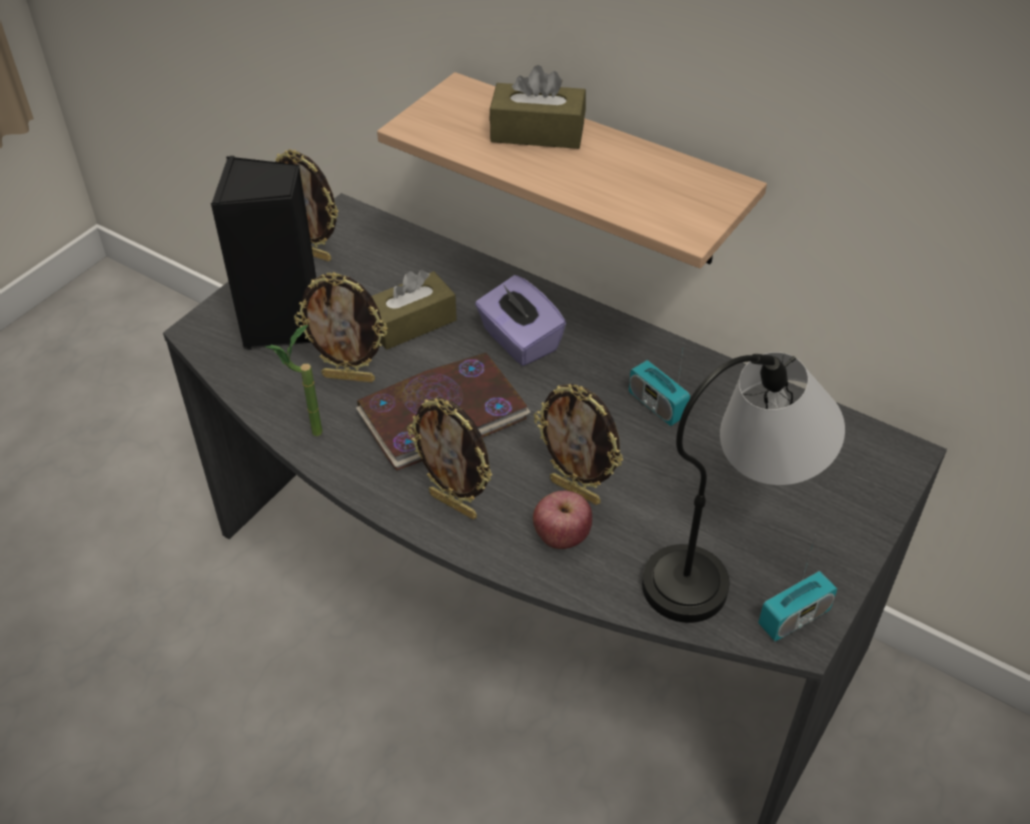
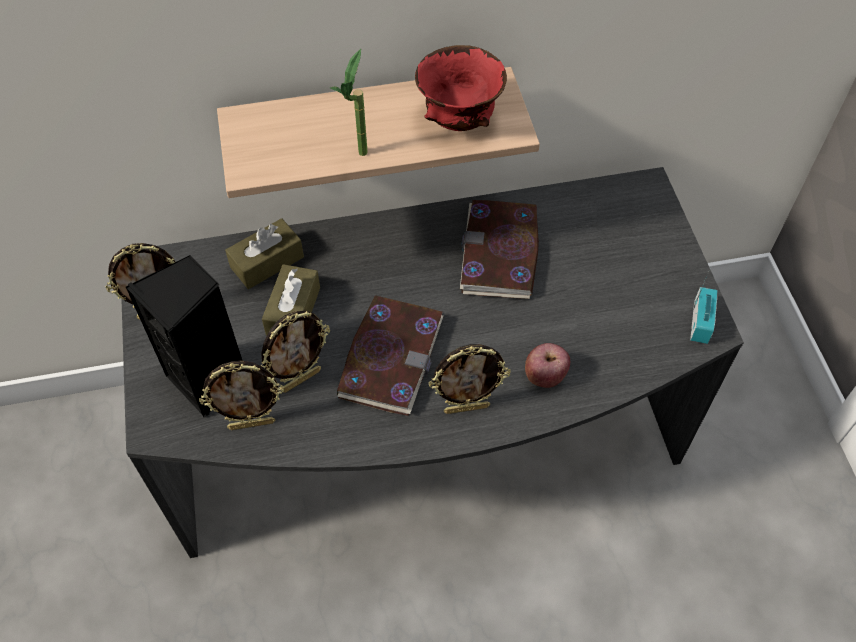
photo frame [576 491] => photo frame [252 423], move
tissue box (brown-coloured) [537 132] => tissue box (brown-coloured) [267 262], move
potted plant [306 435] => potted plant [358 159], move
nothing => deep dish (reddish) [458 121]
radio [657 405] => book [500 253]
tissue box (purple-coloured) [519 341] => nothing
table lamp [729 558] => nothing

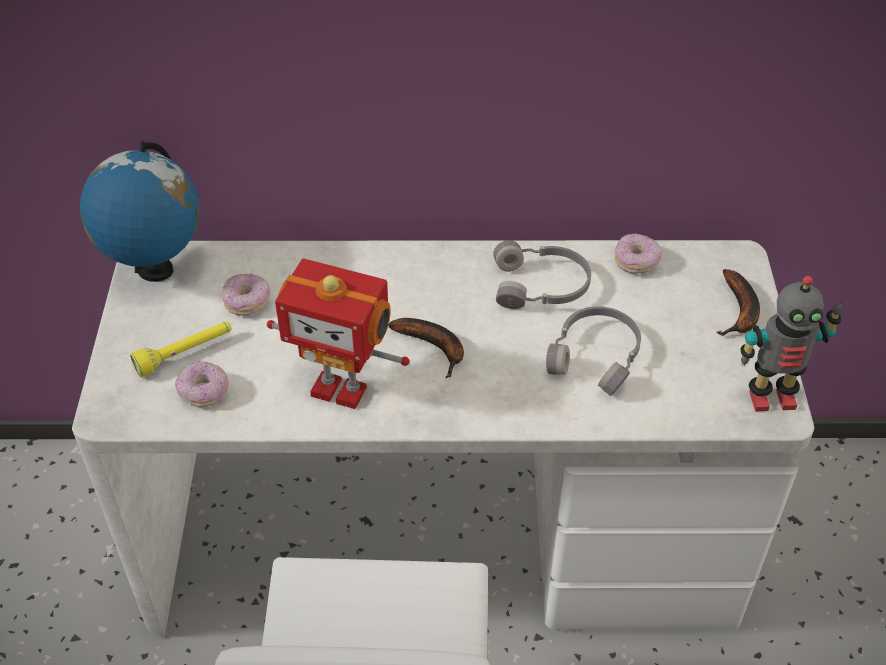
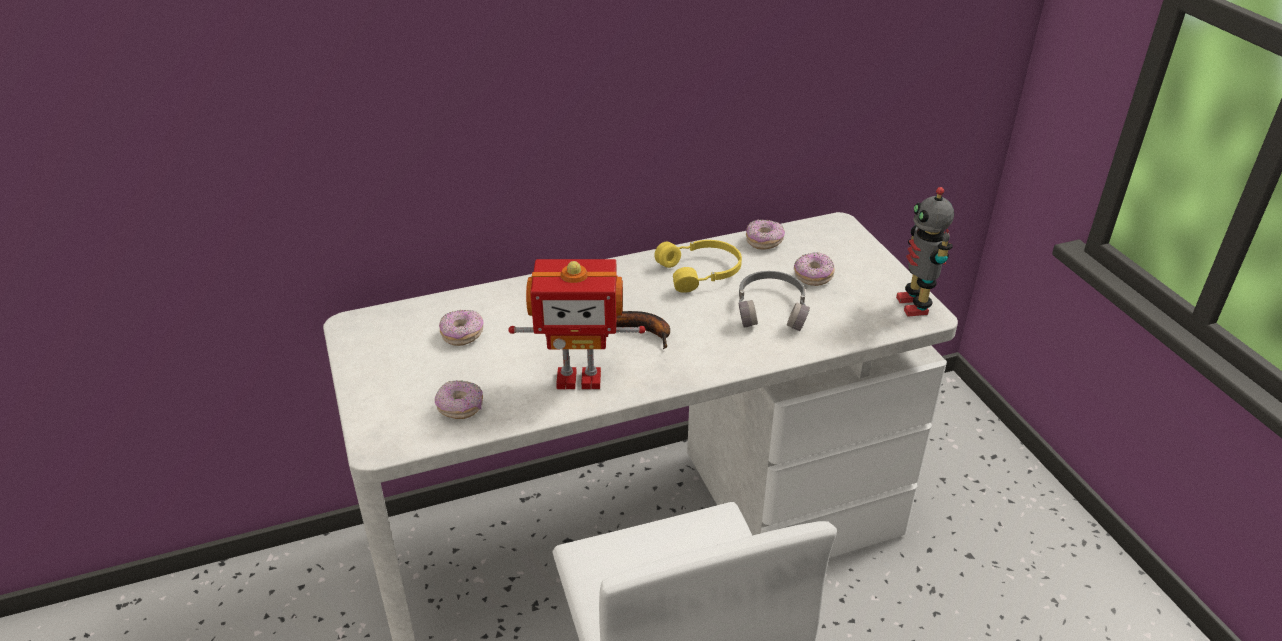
headphones (greyish) [541 286] => headphones (yellow) [701 272]
nothing => doughnut [813 277]
robot figure [771 397] => robot figure [915 305], 105 degrees clockwise
world globe [155 270] => nothing
torch (yellow) [185 354] => nothing
banana fruit [740 312] => nothing

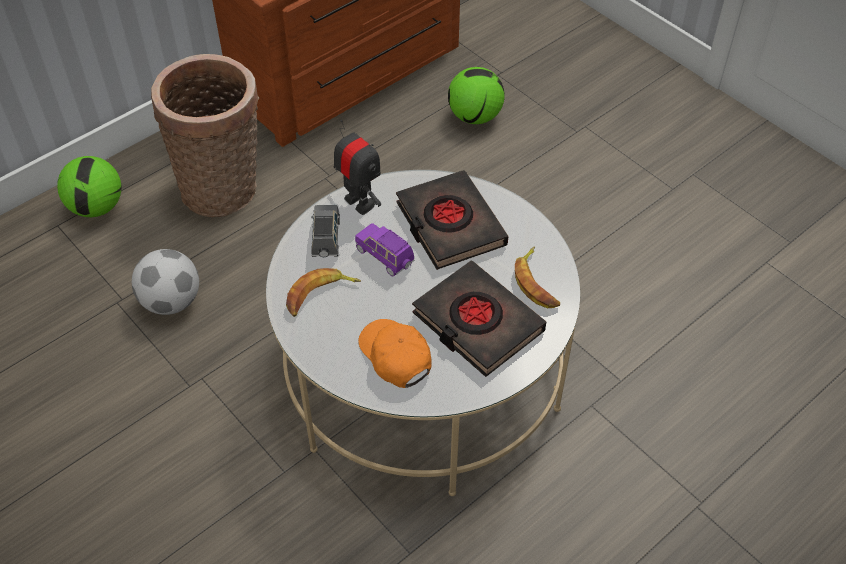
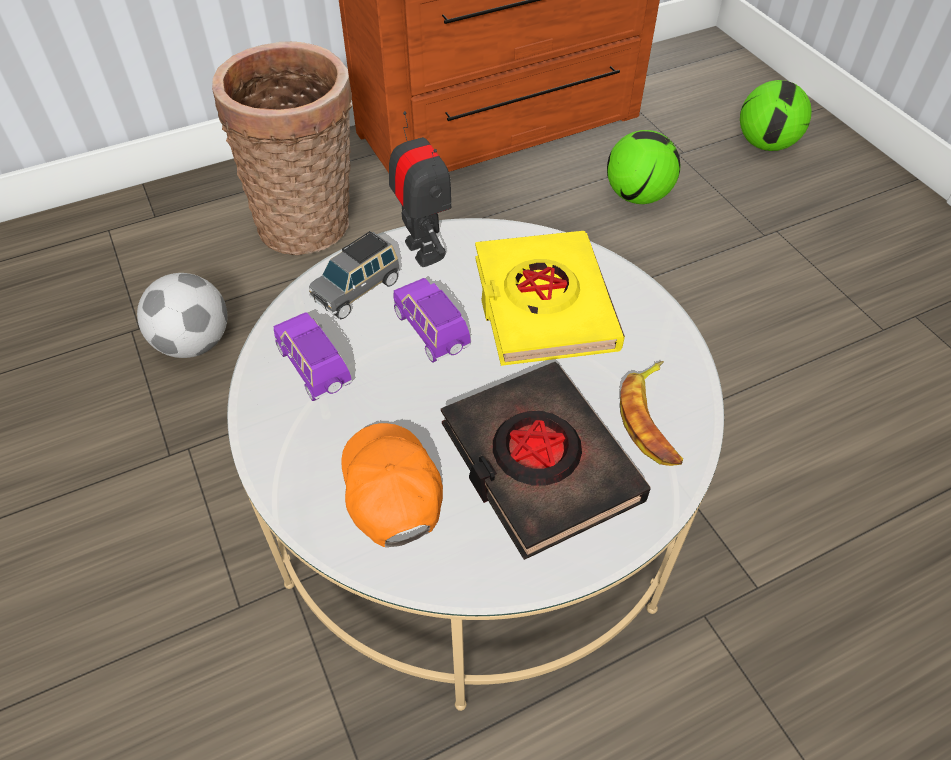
banana fruit [319 295] => miniature car (purple-coloured) [315 368]
miniature car (greyish) [326 239] => miniature car (greyish) [358 290], 150 degrees counterclockwise
book (black) [450 225] => book (yellow) [543 305]
football [96 207] => football [765 144], move

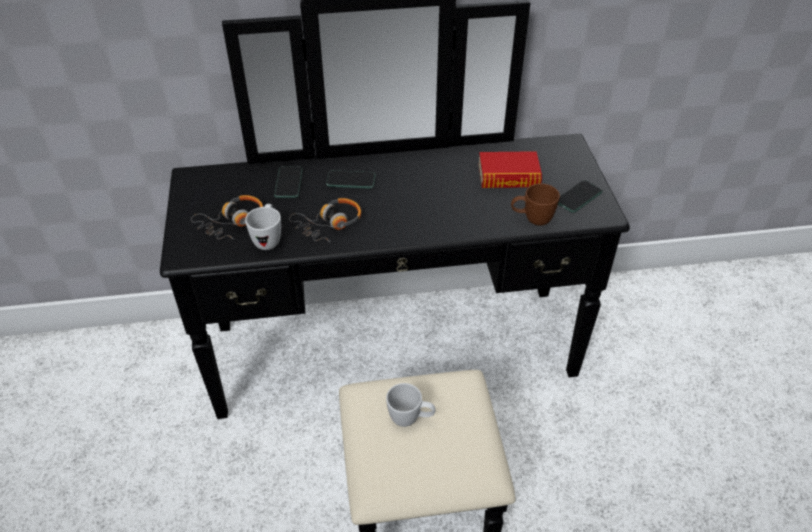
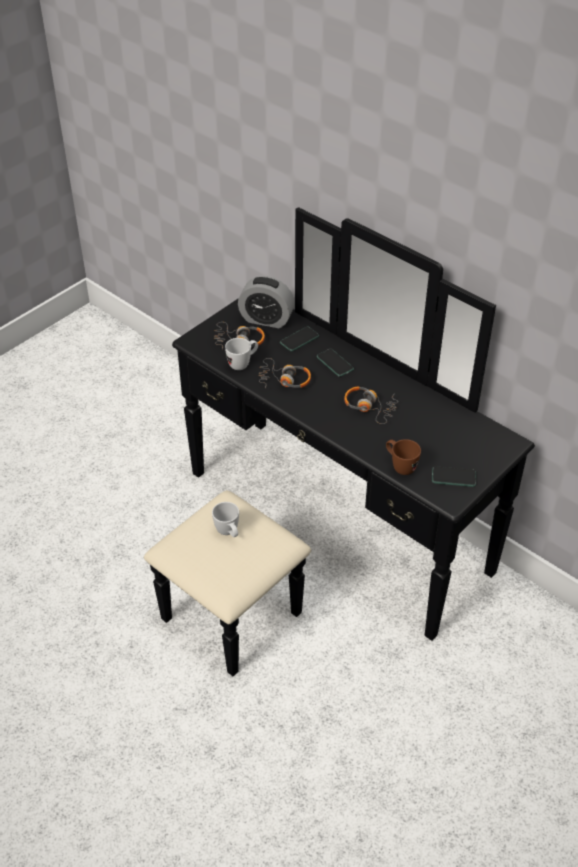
nothing => alarm clock [266 319]
nothing => headphones [369 408]
book [508 176] => nothing

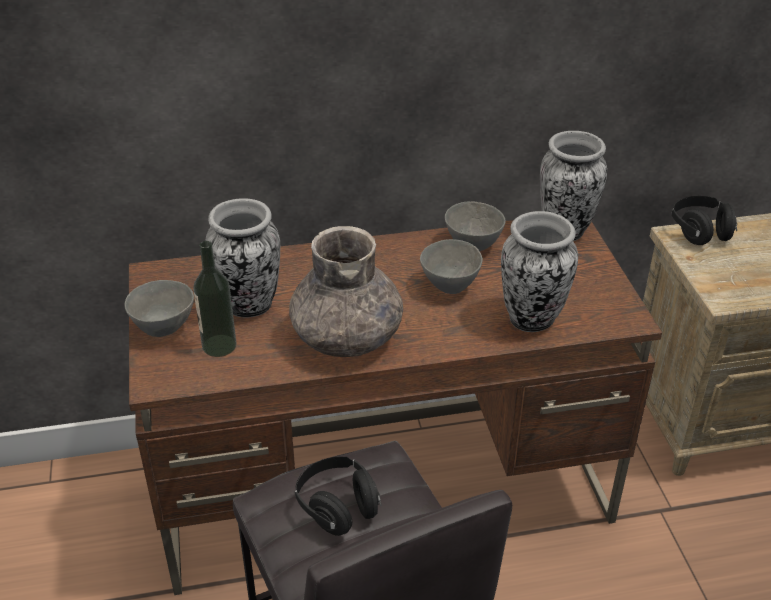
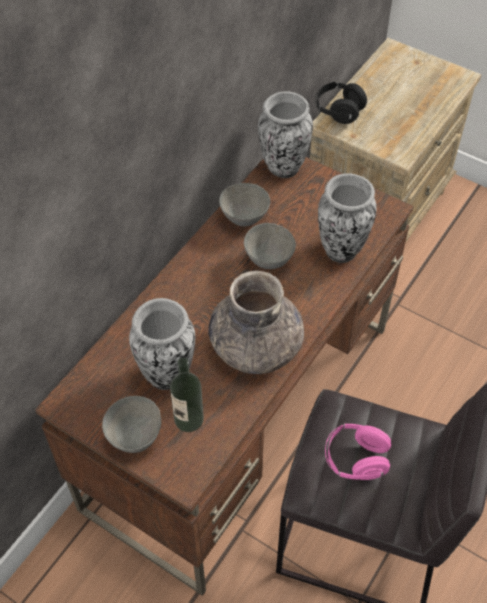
headphones (black) [337 507] => headphones (pink) [355 460]

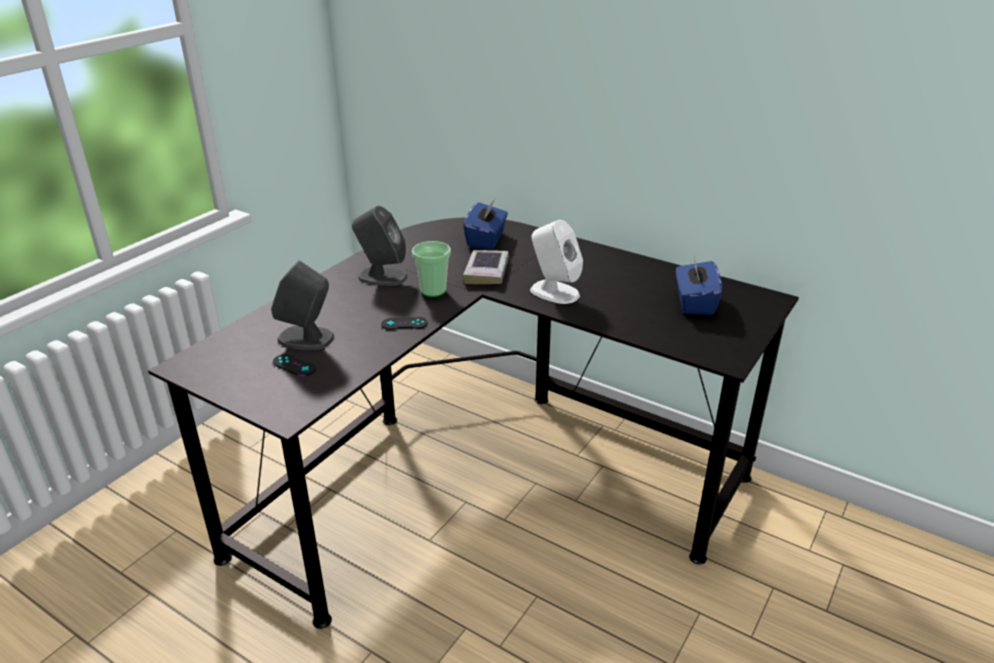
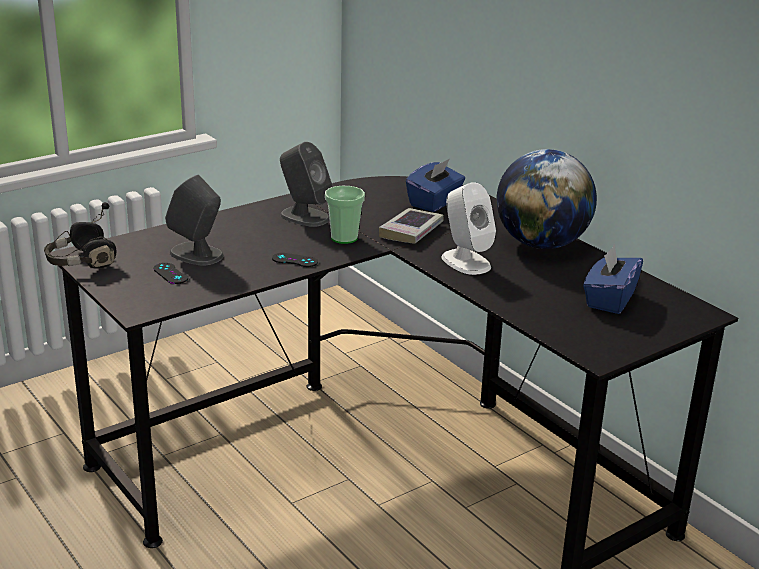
nothing => headphones (black) [81 262]
nothing => world globe [541 244]

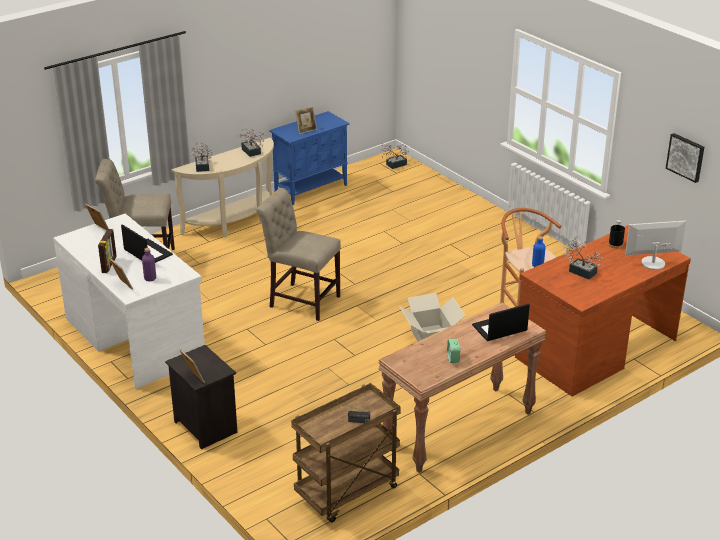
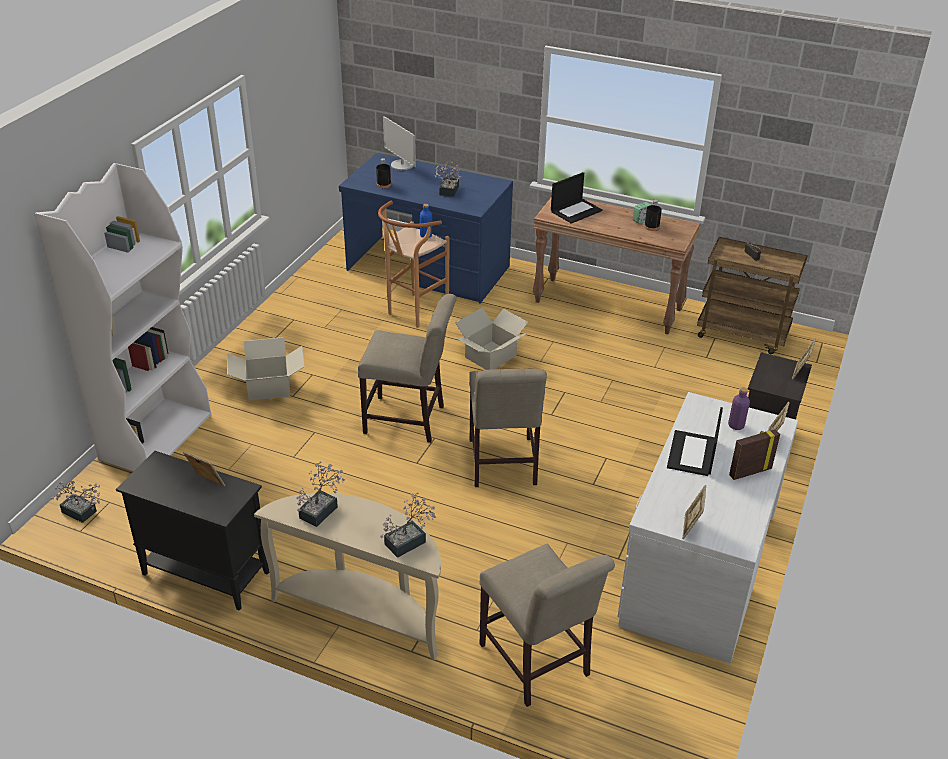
nothing => bookshelf (white) [156 436]
cabinet (blue-coloured) [311 188] => cabinet (black) [204 573]
nothing => cardboard box [268 387]
desk (brown-coloured) [595 348] => desk (blue-coloured) [428 269]
nothing => plain chair (sand-coloured) [409 420]
notebook computer [499 328] => notebook computer [576 211], 75 degrees counterclockwise
nothing => drink bottle (black) [651 227]
wall picture [686 157] => nothing

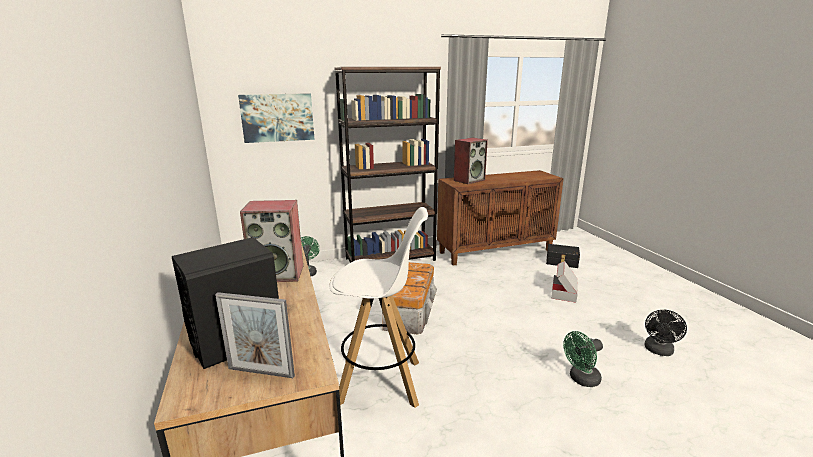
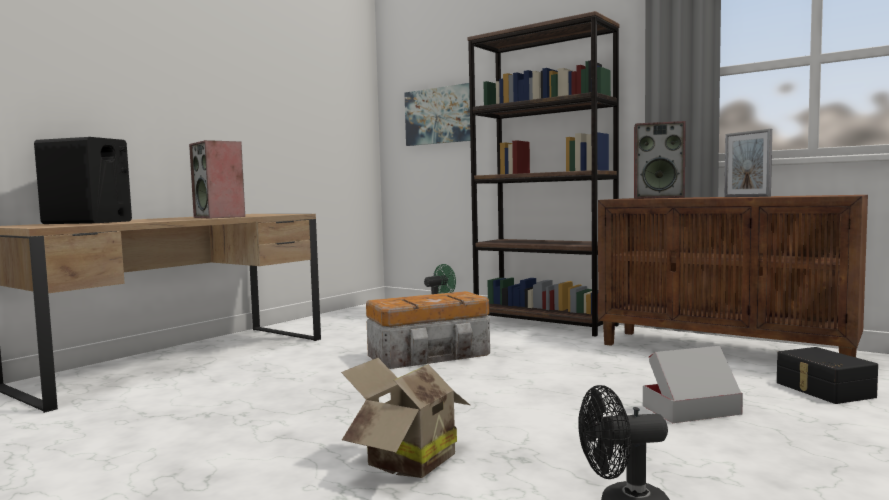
cooling fan (greenish) [581 379] => cardboard box [404 462]
photo frame [261 372] => photo frame [746 196], move
stool seat (white) [381 382] => nothing

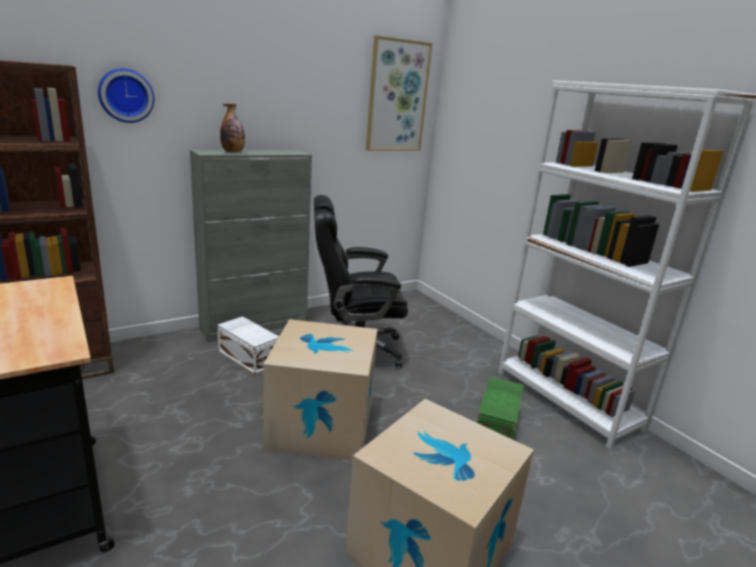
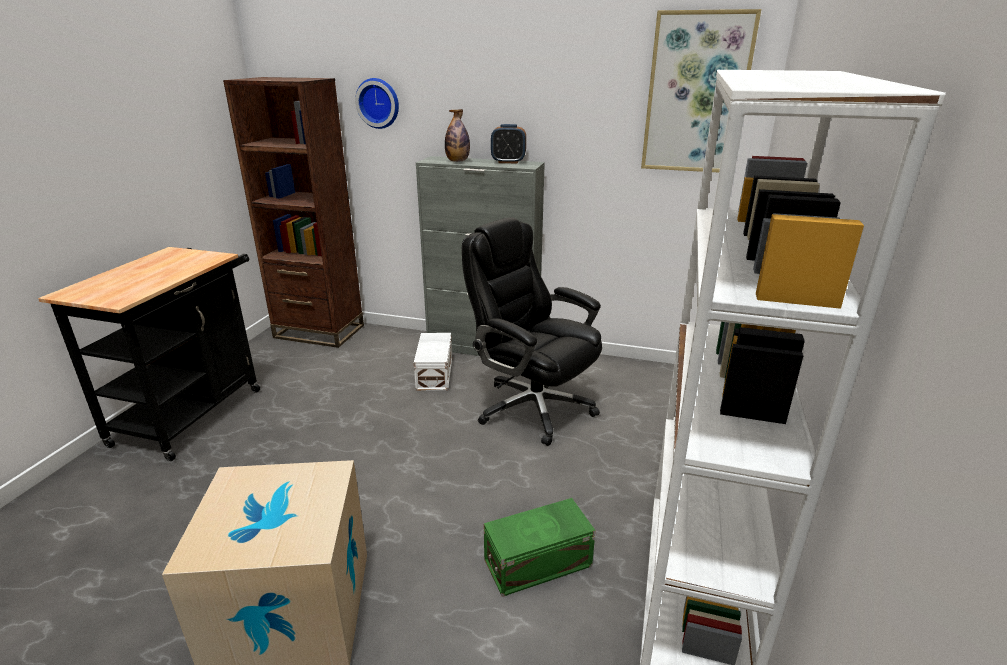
nothing => alarm clock [508 162]
cardboard box [321 425] => nothing

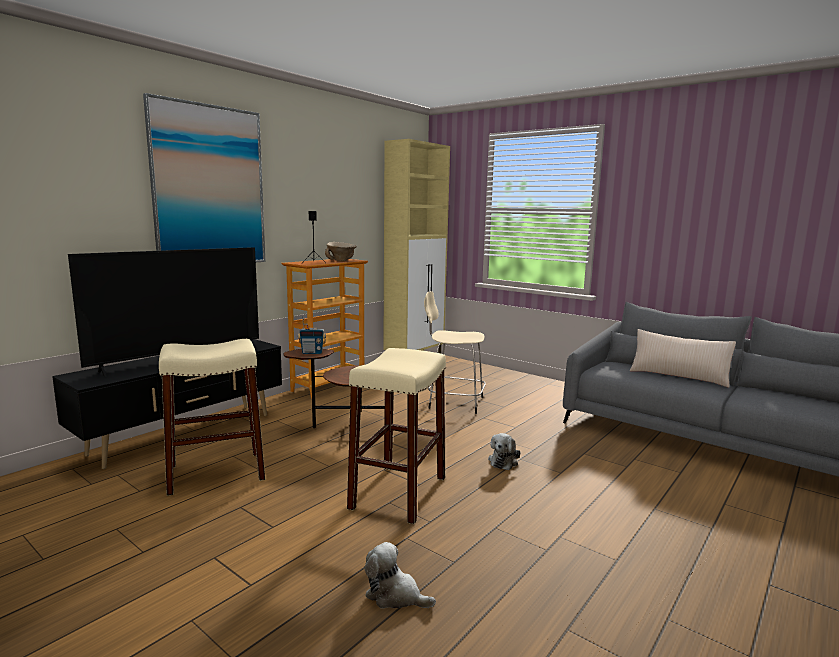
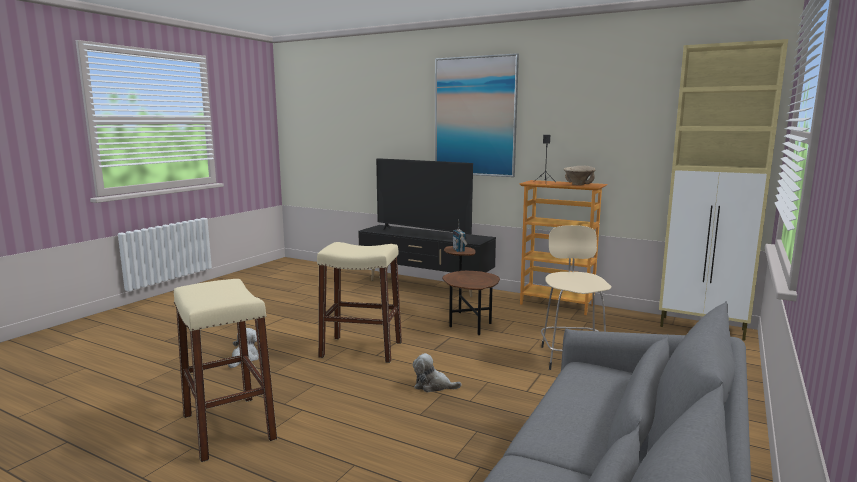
stool seat (sand-coloured) [216 472] => stool seat (sand-coloured) [228 427], move
throw pillow (sand-coloured) [678 376] => nothing

